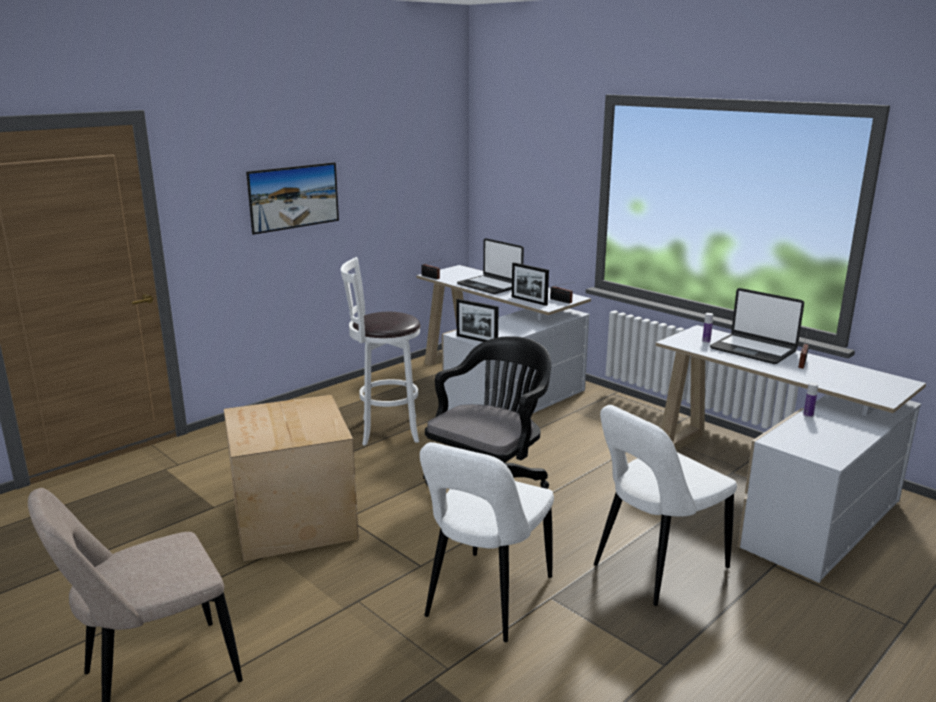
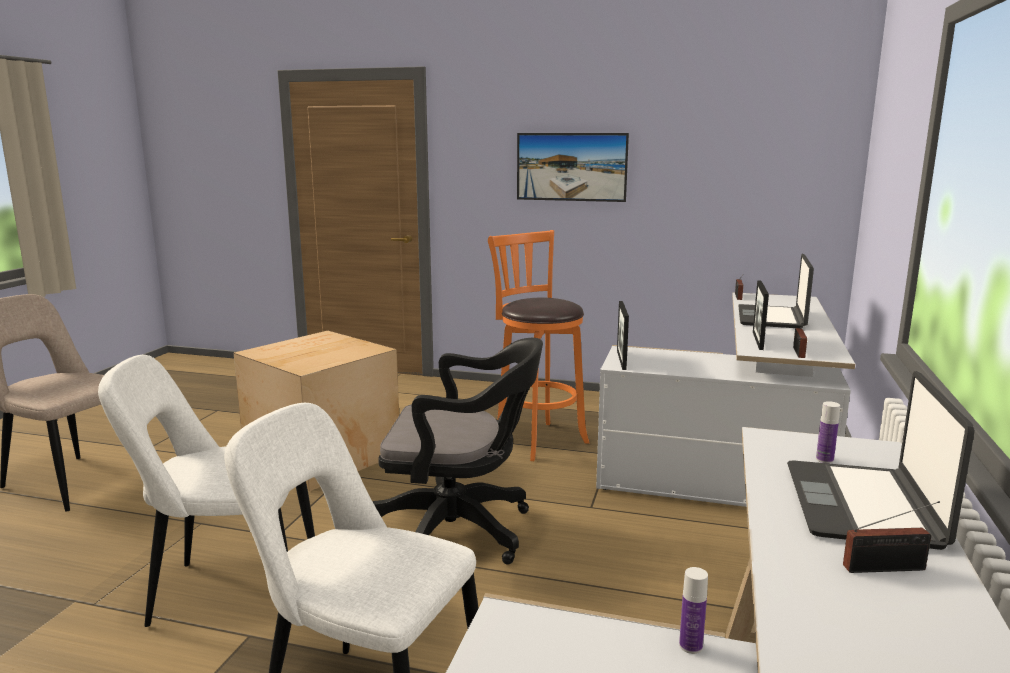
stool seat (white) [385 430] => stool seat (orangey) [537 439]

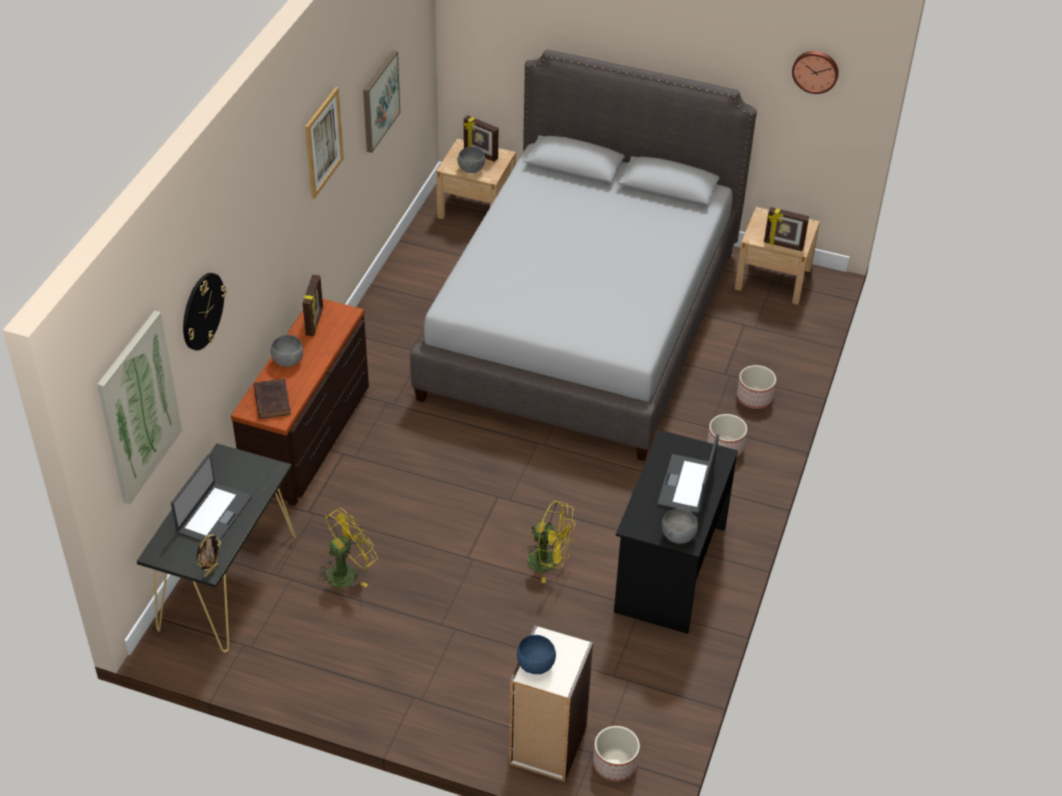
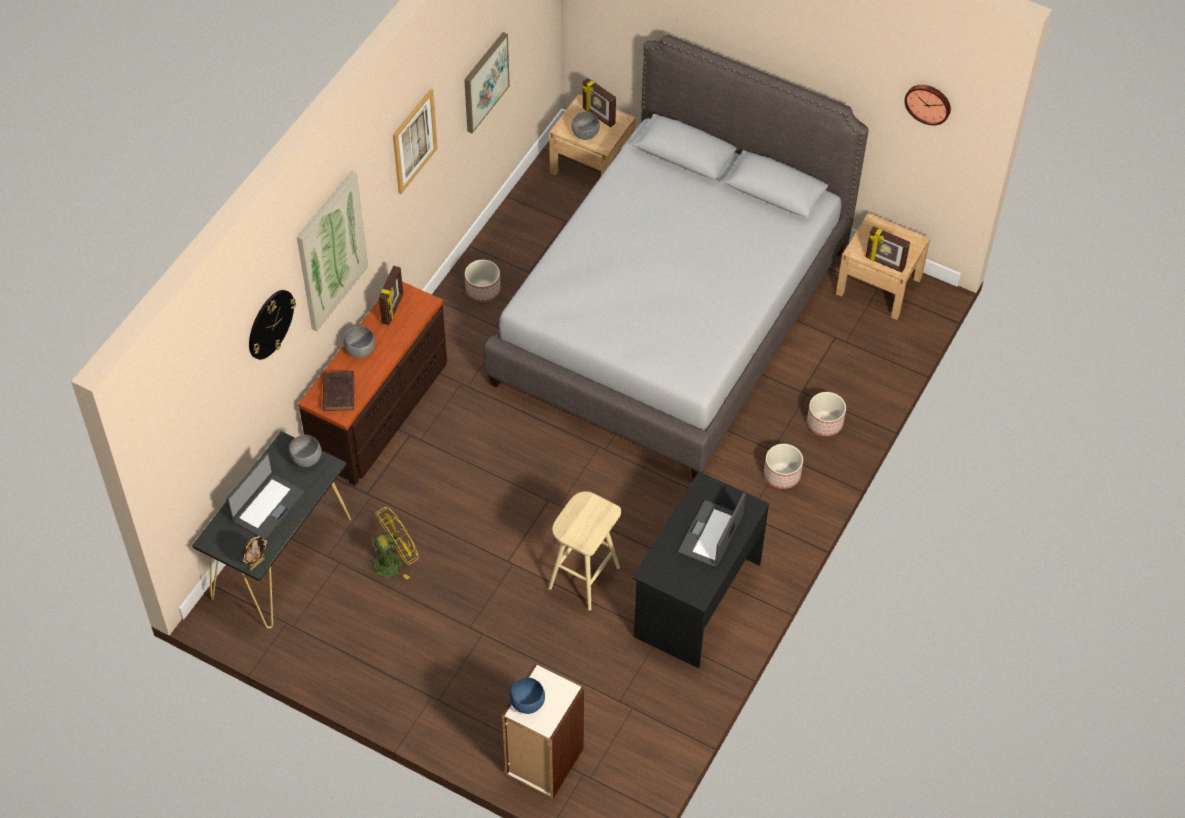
deep dish (greyish) [678 537] => deep dish (greyish) [306 459], move
wall picture [139 407] => wall picture [331 251], move
planter [614 764] => planter [482 290], move
cooling fan (yellow) [549 562] => stool seat (sand-coloured) [584 577]

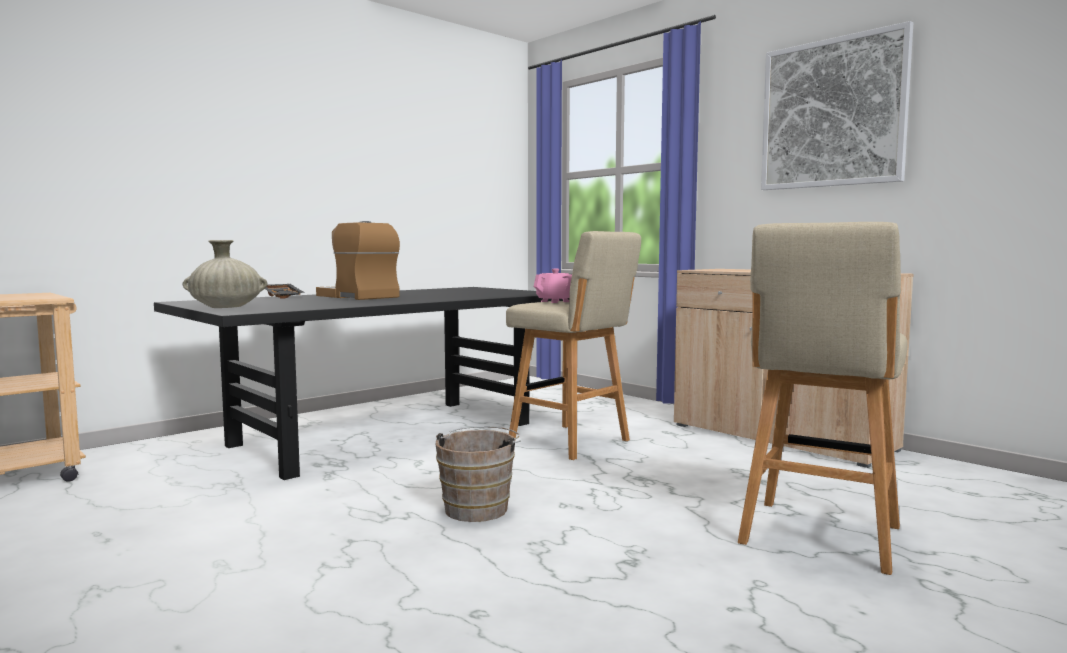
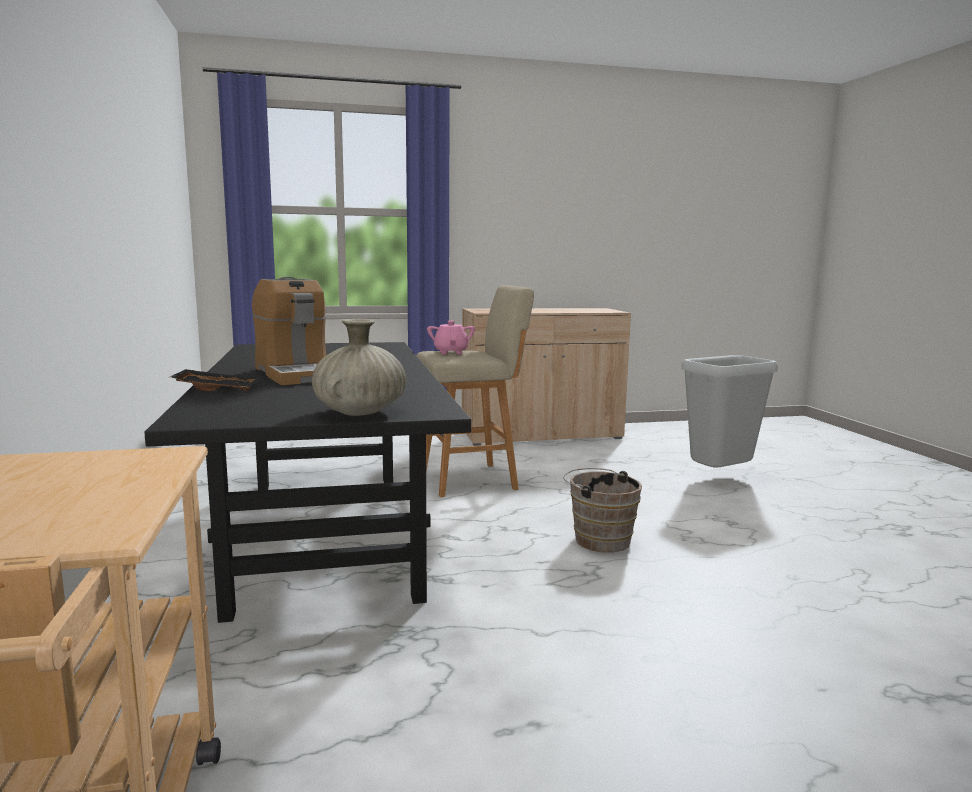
coffee machine [358 296] => coffee machine [297 374], 105 degrees counterclockwise
stool seat (sand-coloured) [819 537] => rubbish bin (greyish) [720 478]
wall picture [832 113] => nothing

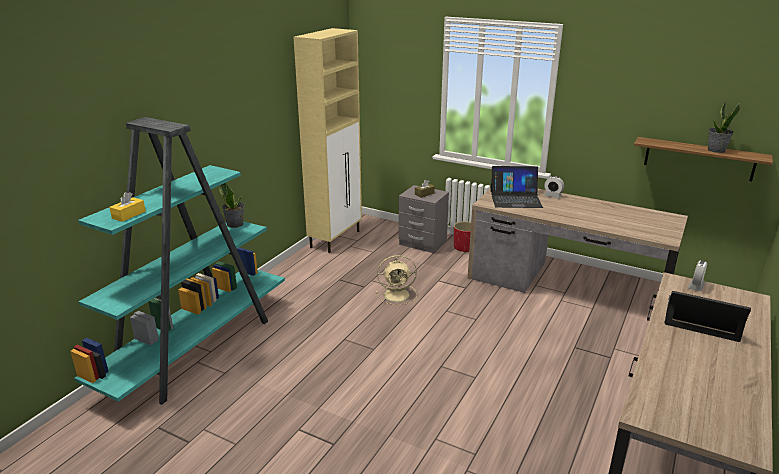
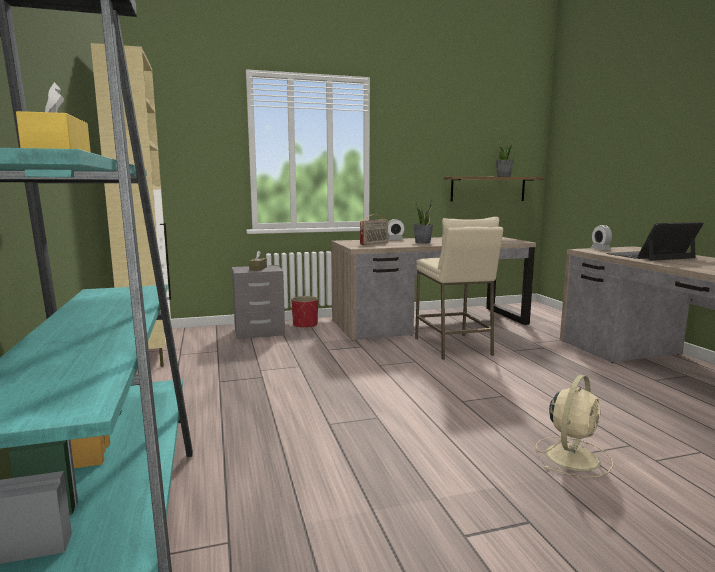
notebook computer [515 199] => radio [374 243]
potted plant [235 224] => potted plant [422 242], move
nothing => stool seat (sand-coloured) [453 346]
cooling fan (sand-coloured) [398 294] => cooling fan (sand-coloured) [572 456], move

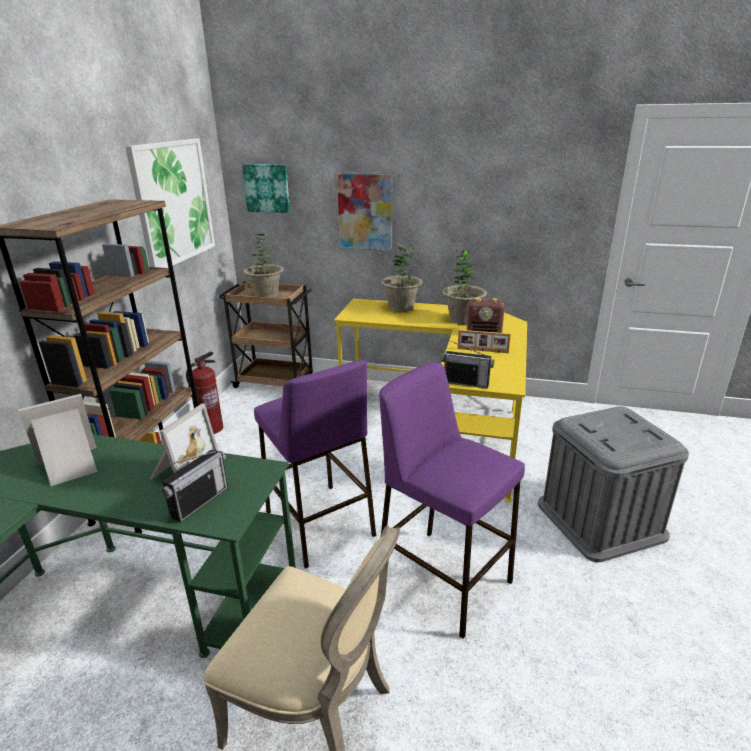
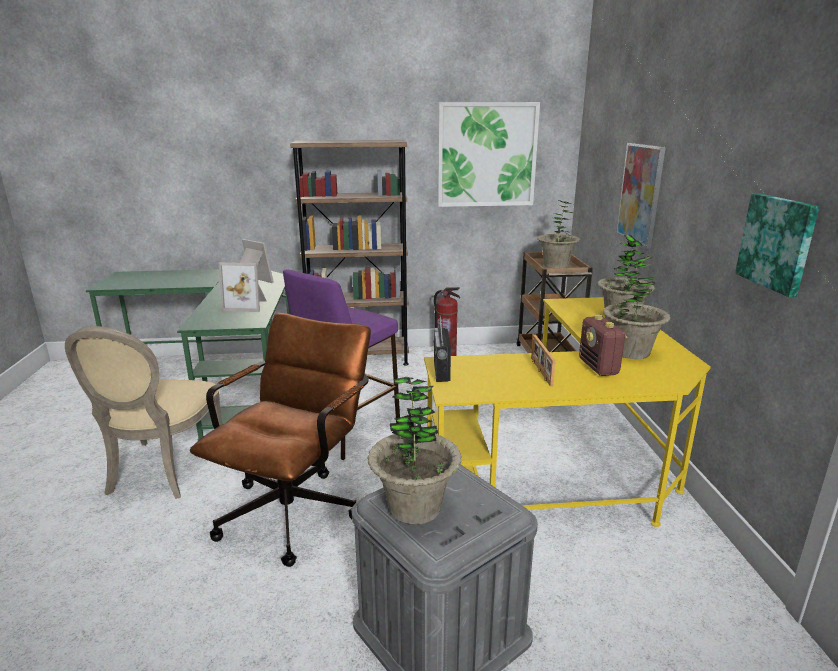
stool seat (purple-coloured) [443 579] => office chair (brown-coloured) [296 507]
nothing => potted plant [415 507]
wall picture [267 188] => wall picture [777 243], move
radio [199 502] => nothing

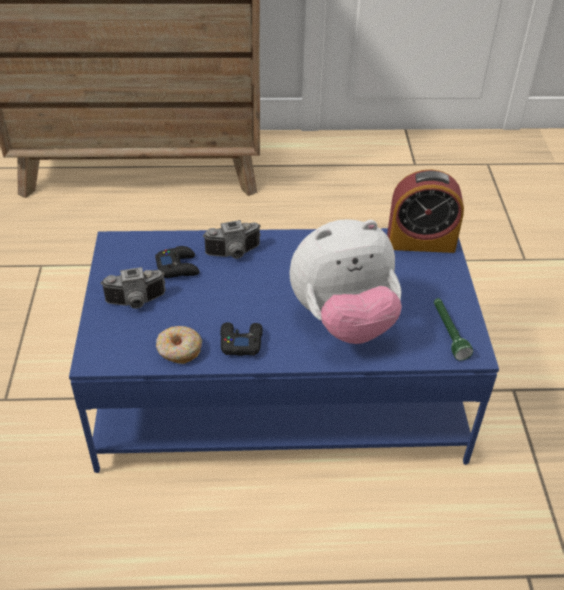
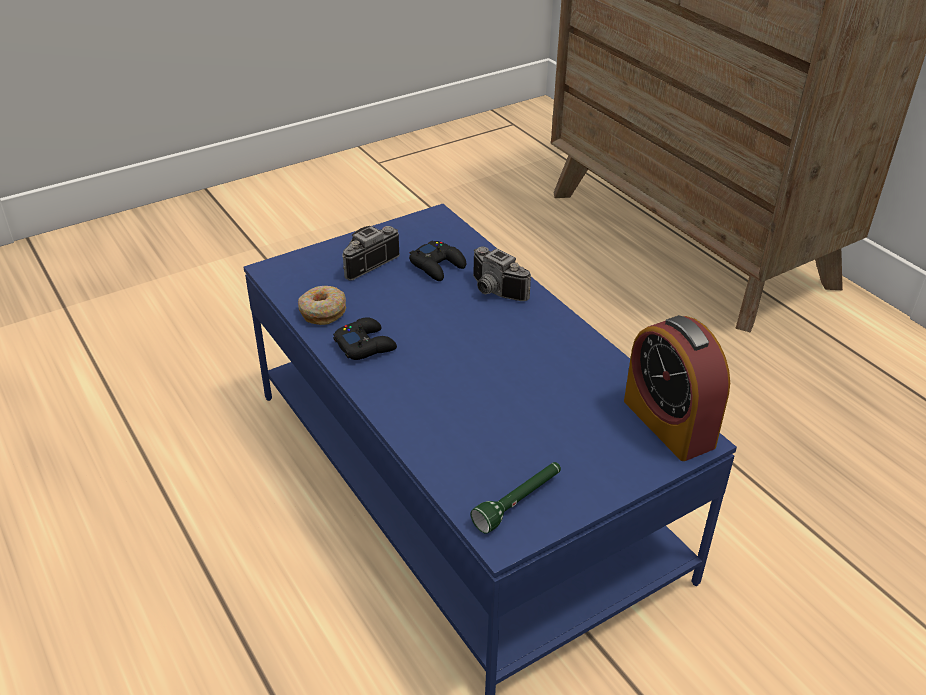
still camera [136 302] => still camera [365 262], 90 degrees clockwise
plush toy [343 320] => nothing

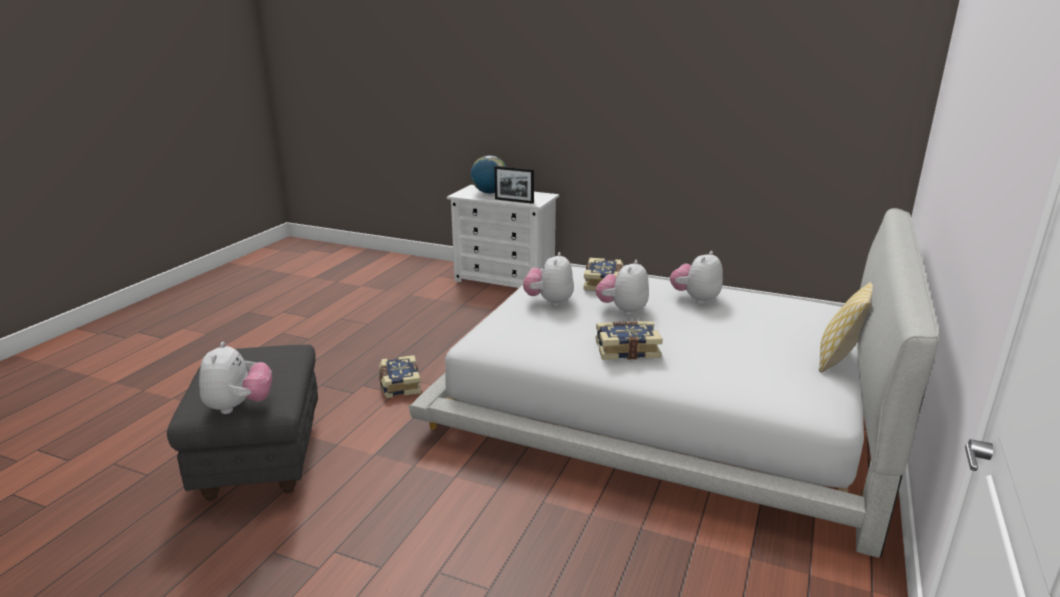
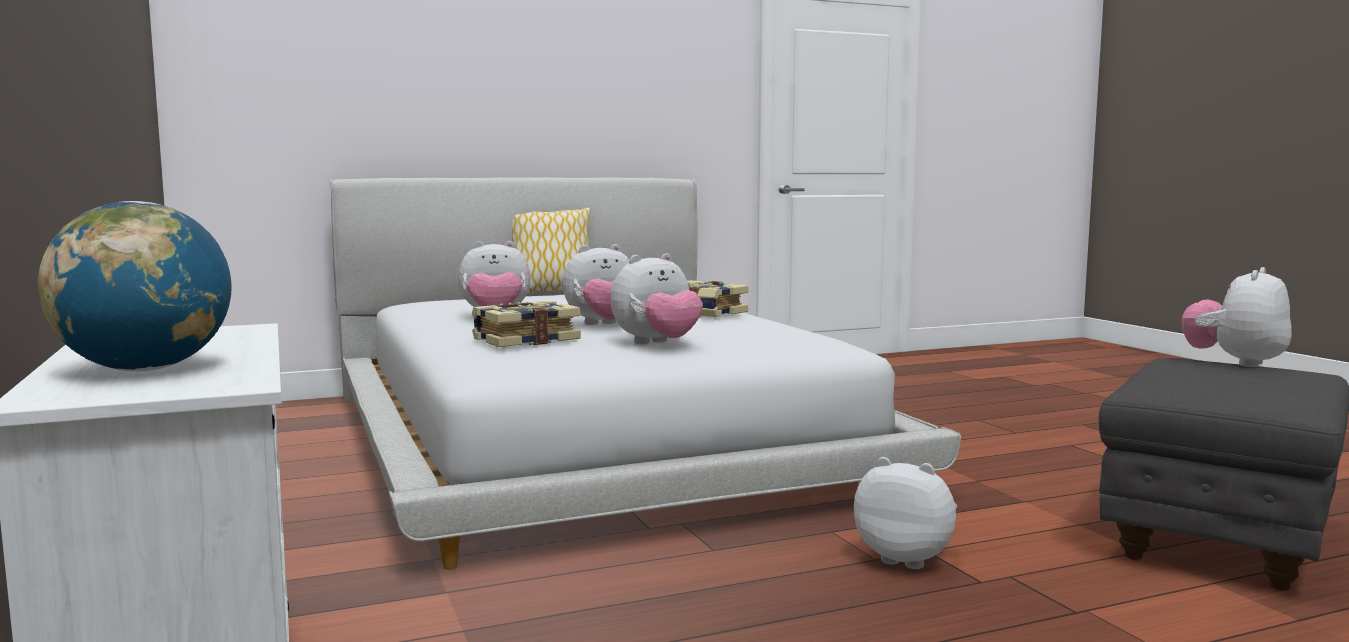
book [399 385] => plush toy [906 558]
photo frame [514 201] => nothing

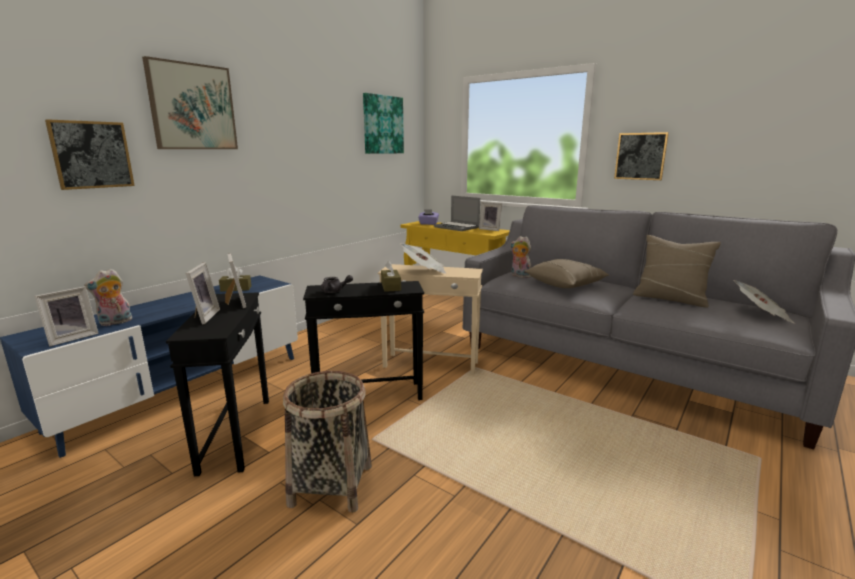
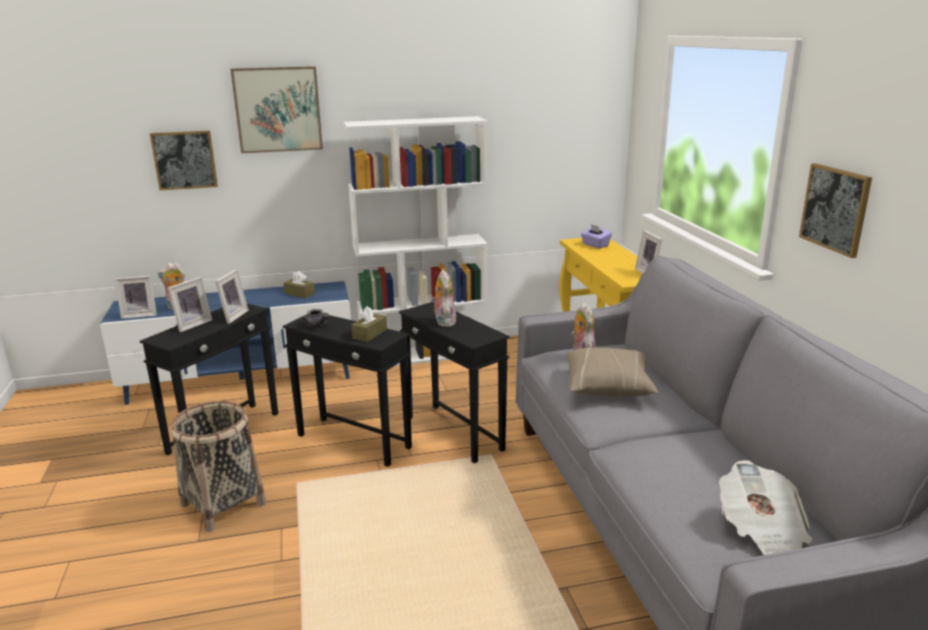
nothing => bookshelf (white) [424 354]
accent table (sand-coloured) [431 365] => accent table (black) [453 433]
printed paper [424 271] => plush toy [443 321]
wall picture [382 125] => nothing
notebook computer [457 227] => nothing
throw pillow (sand-coloured) [670 299] => nothing

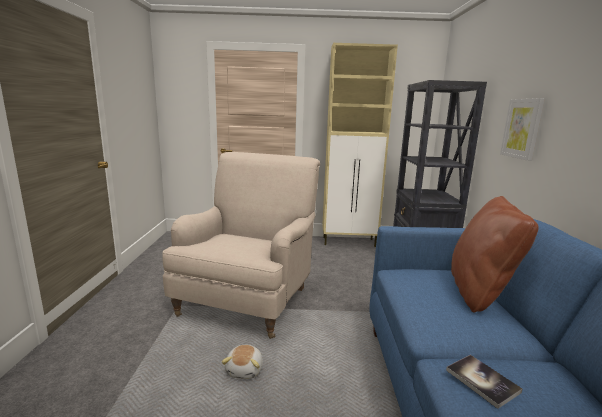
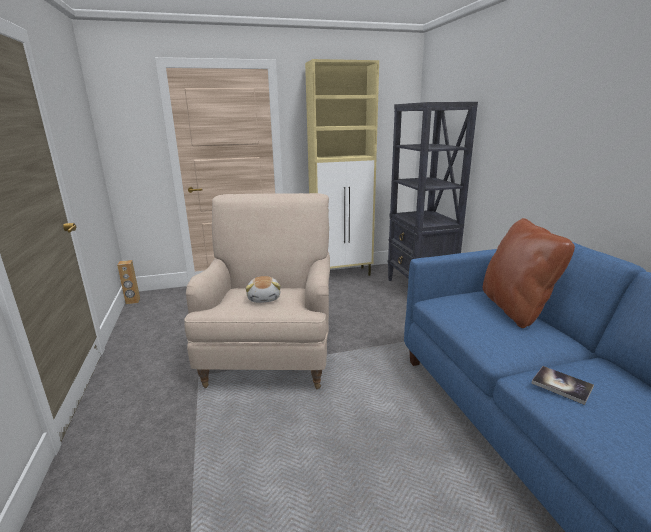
nothing => audio speaker (brown-coloured) [133 301]
plush toy [245 370] => plush toy [264 298], move
wall picture [522 128] => nothing

